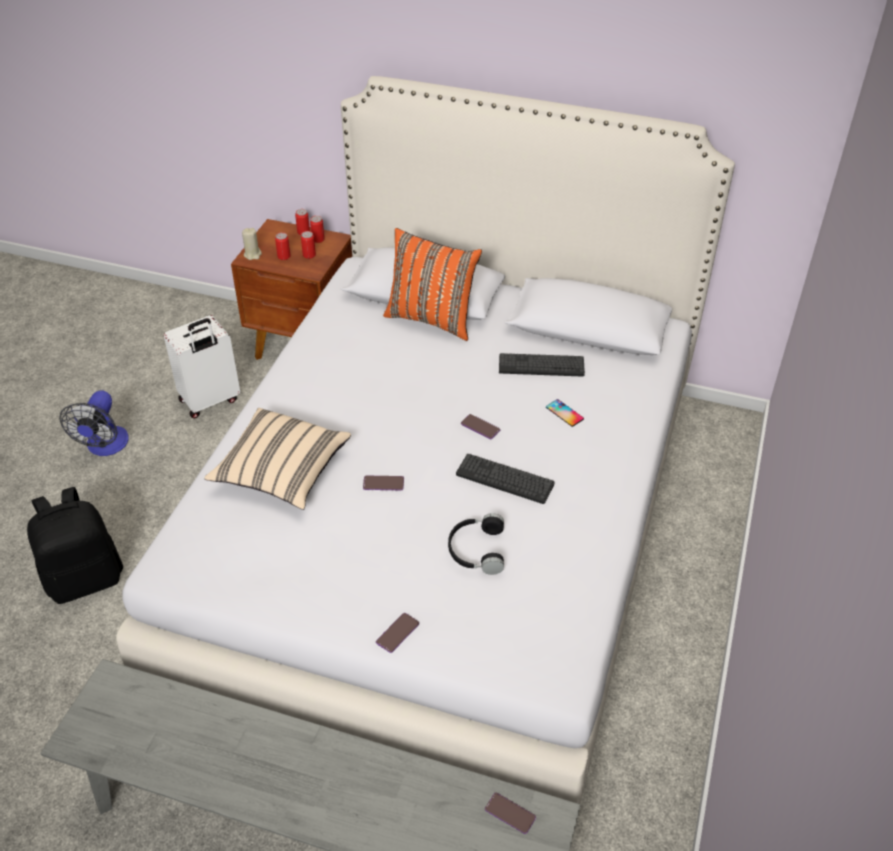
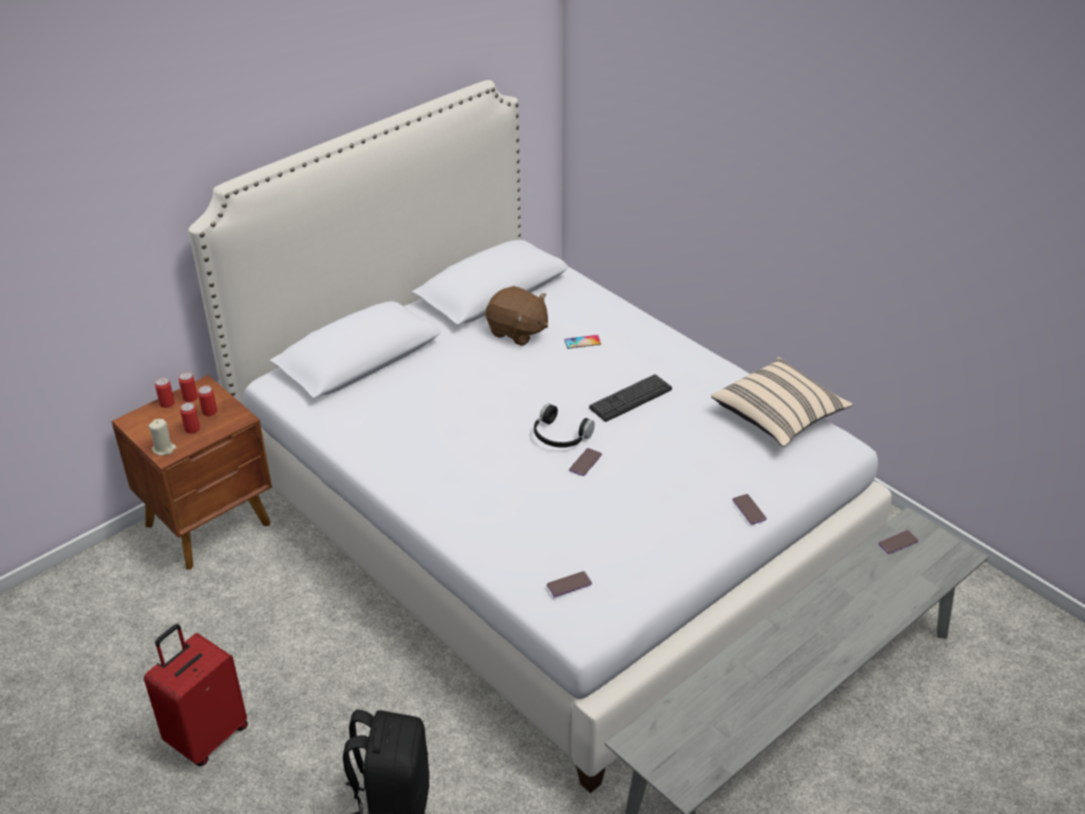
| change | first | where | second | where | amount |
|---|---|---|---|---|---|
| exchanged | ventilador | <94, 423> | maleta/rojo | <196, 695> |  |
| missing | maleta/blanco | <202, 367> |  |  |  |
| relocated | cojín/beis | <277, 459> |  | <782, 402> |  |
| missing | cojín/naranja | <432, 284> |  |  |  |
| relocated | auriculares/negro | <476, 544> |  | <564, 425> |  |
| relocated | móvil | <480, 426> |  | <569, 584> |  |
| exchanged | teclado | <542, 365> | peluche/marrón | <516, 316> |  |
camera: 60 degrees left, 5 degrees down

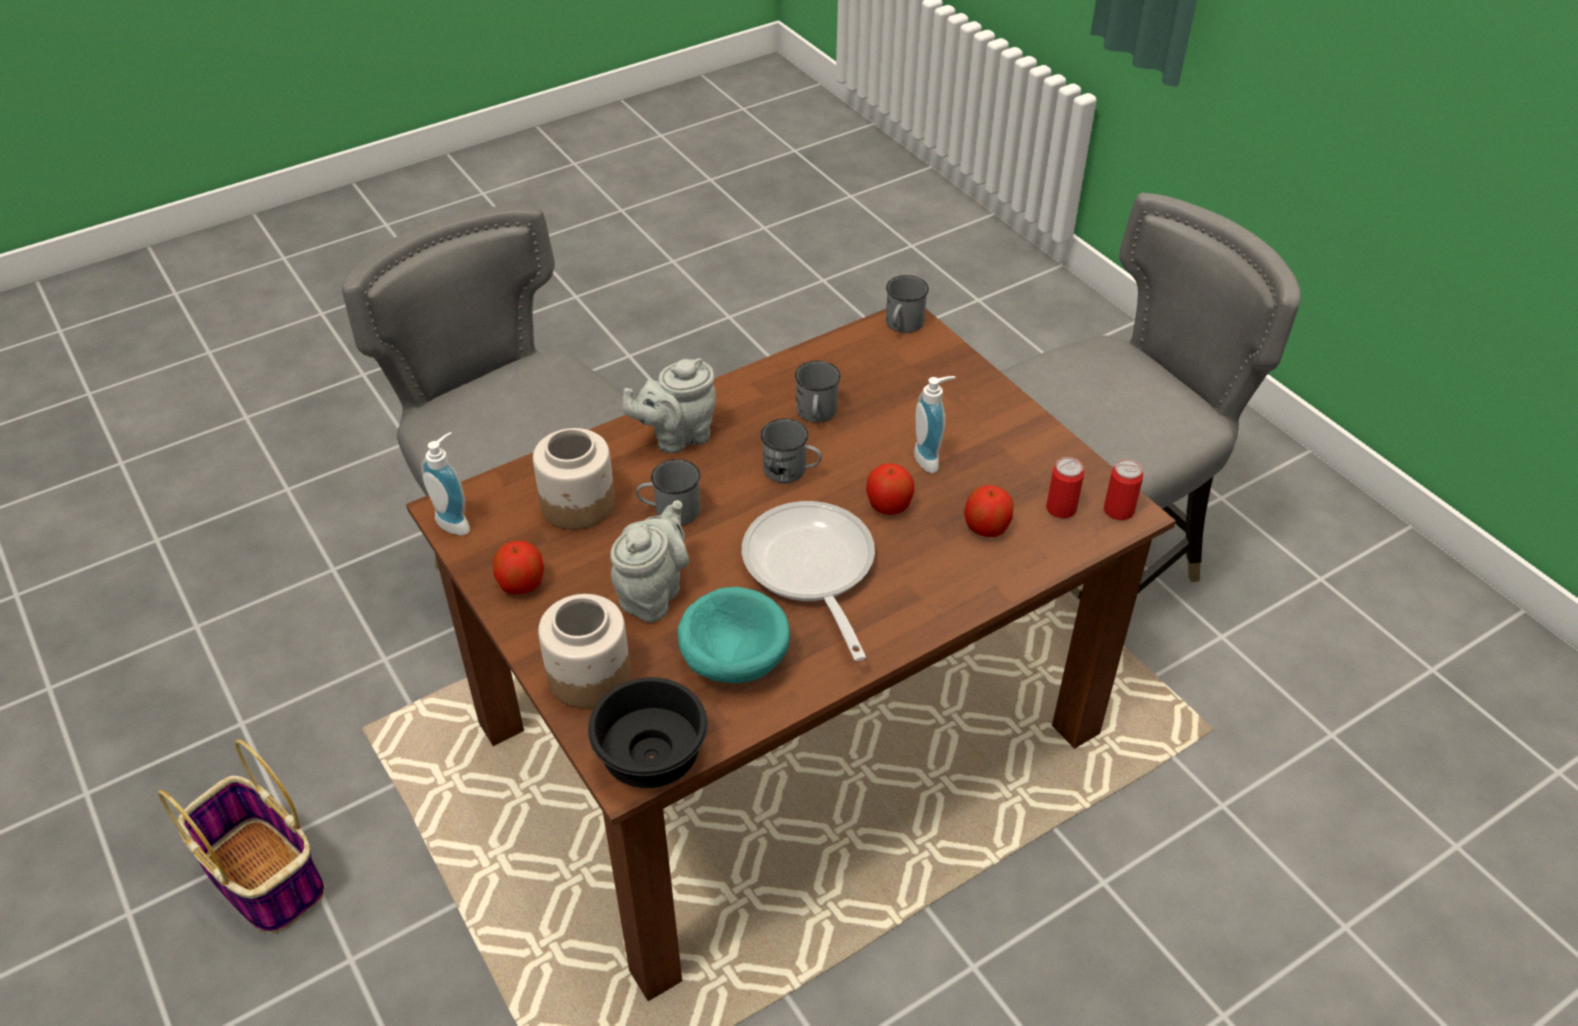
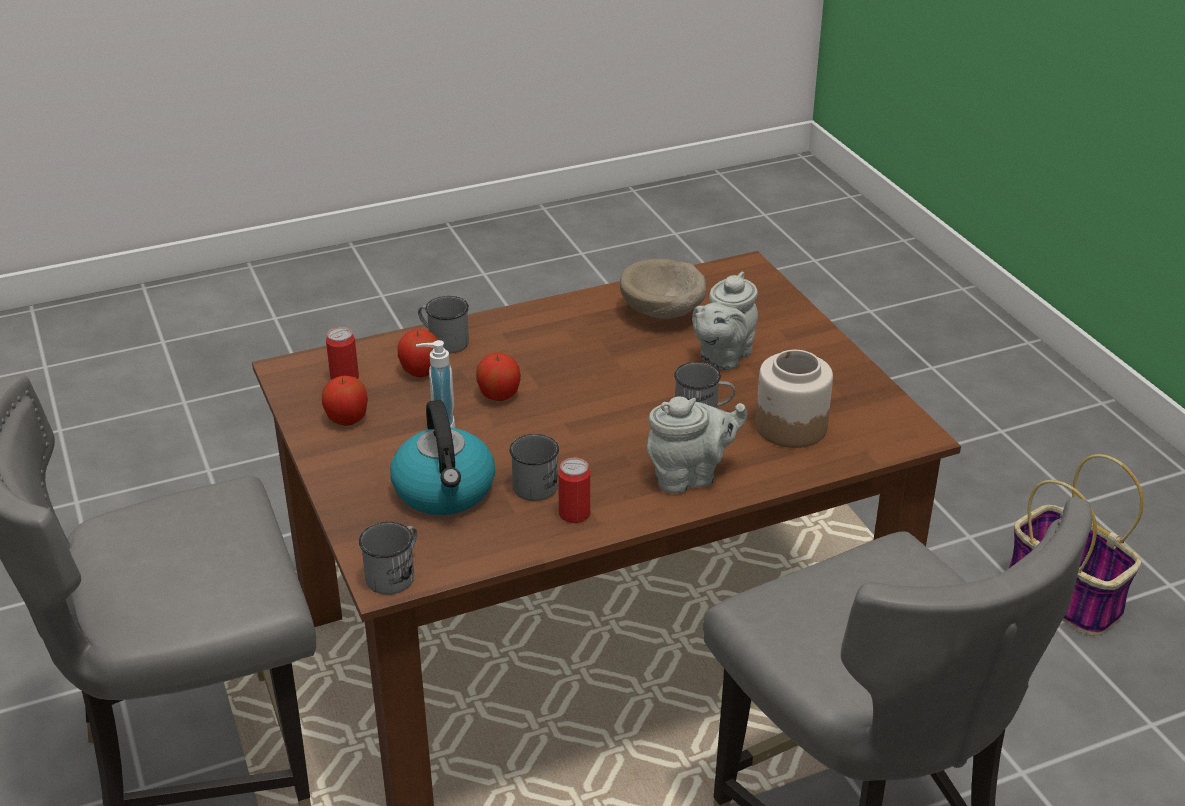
| change | first | where | second | where | amount |
|---|---|---|---|---|---|
| missing | dispensador de jabón | <445, 483> |  |  |  |
| relocated | manzana | <518, 567> |  | <345, 401> |  |
| missing | tarro | <584, 651> |  |  |  |
| missing | cuenco/negro | <648, 732> |  |  |  |
| colour | cuenco/turquesa | <733, 635> | cuenco/beis | <663, 289> |  |
| missing | sartén | <808, 581> |  |  |  |
| relocated | taza grande/gris | <791, 450> |  | <443, 325> |  |
| relocated | lata | <1123, 489> |  | <574, 490> |  |
| appeared |  |  | hervidor | <442, 457> |  |
camera: 170 degrees left, 10 degrees down

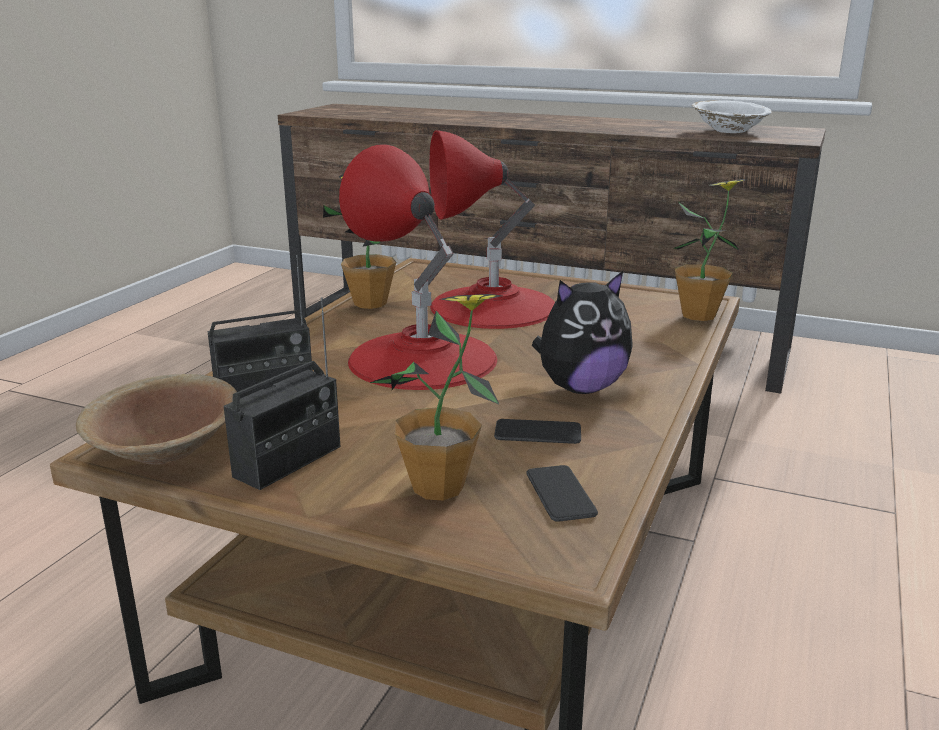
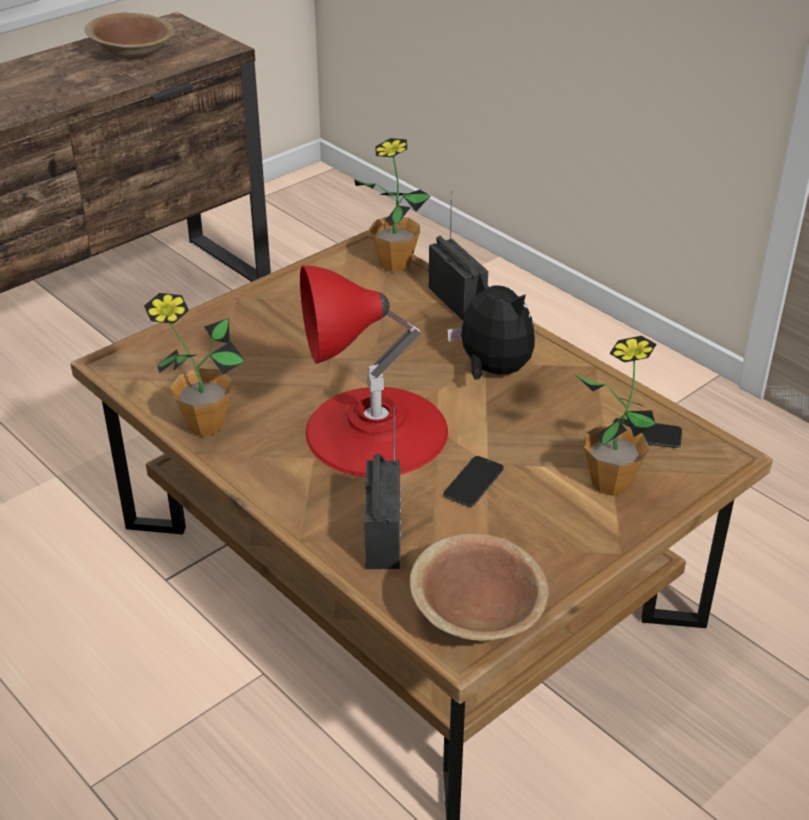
| change | first | where | second | where | amount |
|---|---|---|---|---|---|
| relocated | radio | <282, 393> |  | <458, 256> |  |
| missing | lámpara de mesa/rojo | <492, 229> |  |  |  |
| relocated | móvil | <537, 431> |  | <473, 481> |  |
| spun | peluche | <582, 332> |  | <491, 325> | 45 degrees counterclockwise |
| colour | cuenco/blanco | <732, 116> | cuenco/marrón | <129, 36> |  |
camera: 65 degrees left, 15 degrees up

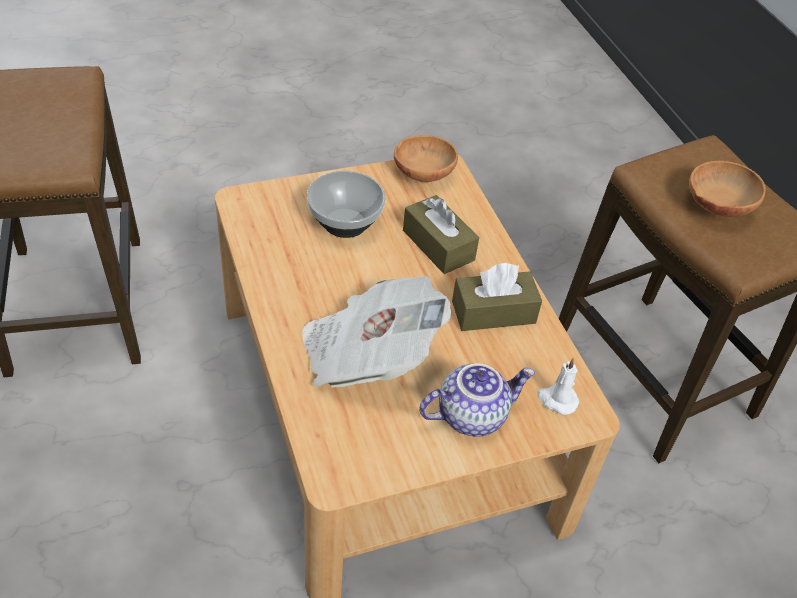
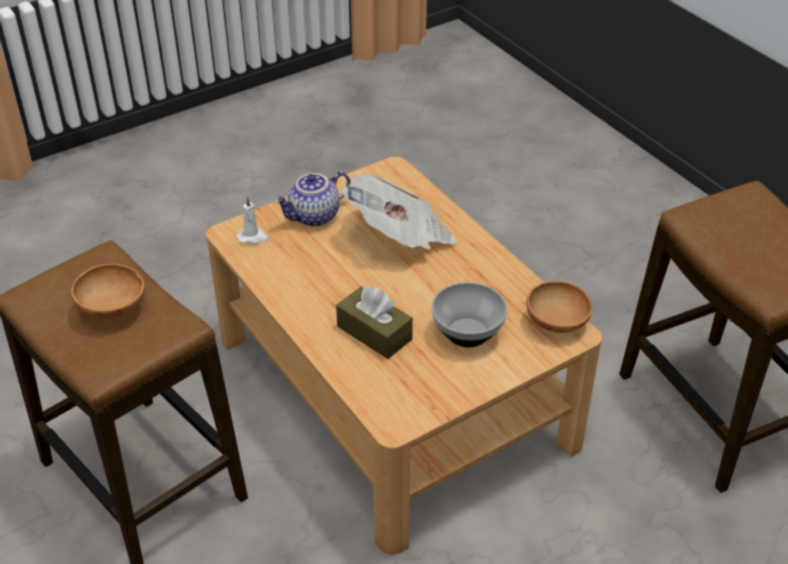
| change | first | where | second | where | amount |
|---|---|---|---|---|---|
| relocated | cuenco/marrón | <426, 159> |  | <559, 307> |  |
| missing | caja de pañuelos/marrón | <497, 297> |  |  |  |
camera: 170 degrees right, 5 degrees down

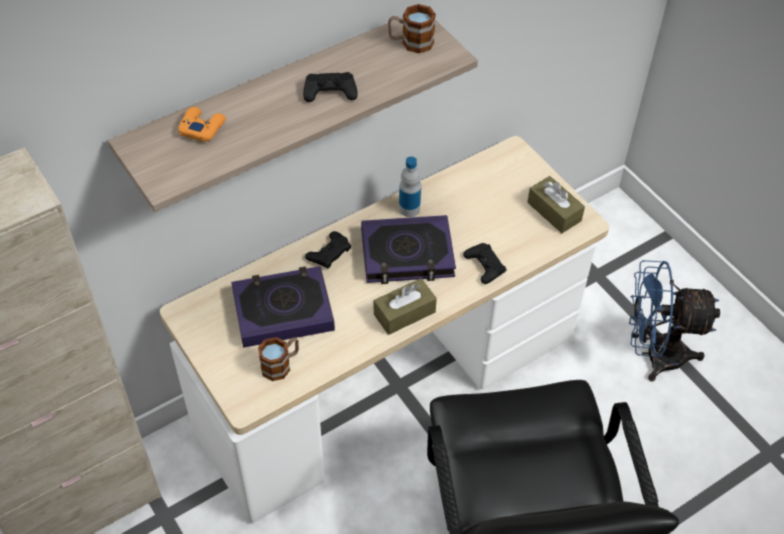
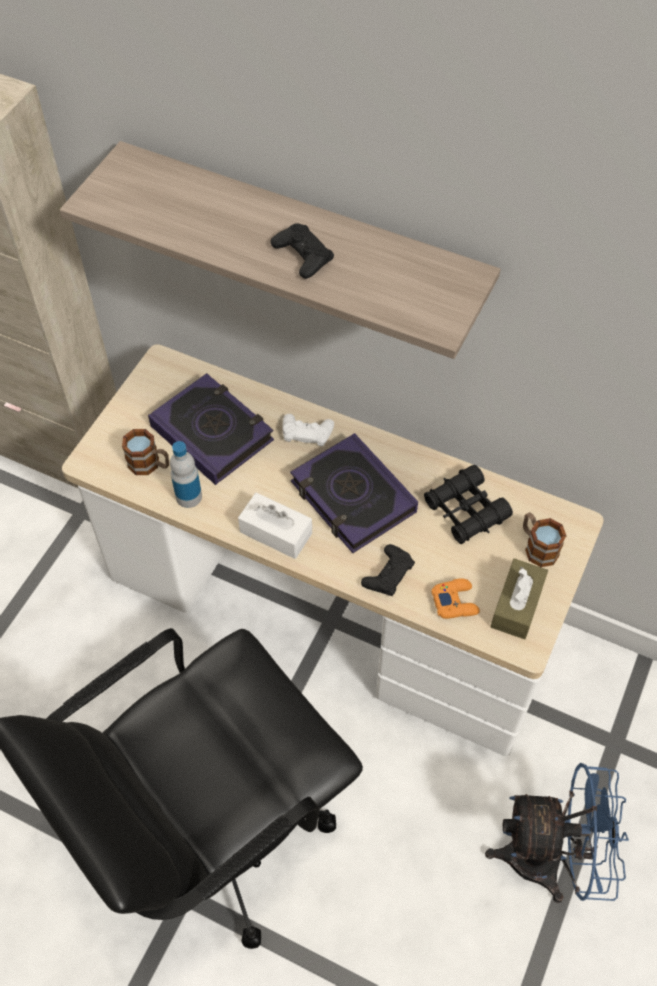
| change | first | where | second | where | amount |
|---|---|---|---|---|---|
| relocated | mando de consola/naranja | <202, 124> |  | <455, 599> |  |
| colour | mando de consola/negro | <328, 250> | mando de consola/blanco | <308, 430> |  |
| colour | caja de pañuelos/marrón | <405, 306> | caja de pañuelos/blanco | <275, 526> |  |
| relocated | taza grande | <412, 28> |  | <544, 539> |  |
| relocated | botella | <410, 186> |  | <186, 474> |  |
| spun | ventilador/azul | <674, 320> |  | <557, 833> | 120 degrees clockwise |
| appeared |  |  | prismáticos/negro | <468, 504> |  |
camera: 60 degrees right, 5 degrees up

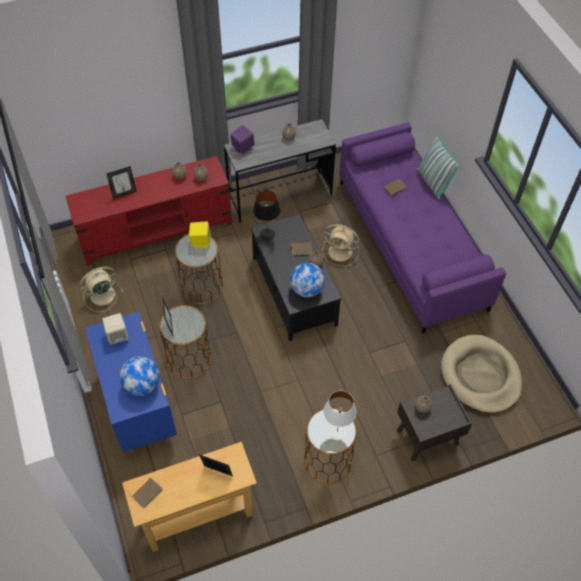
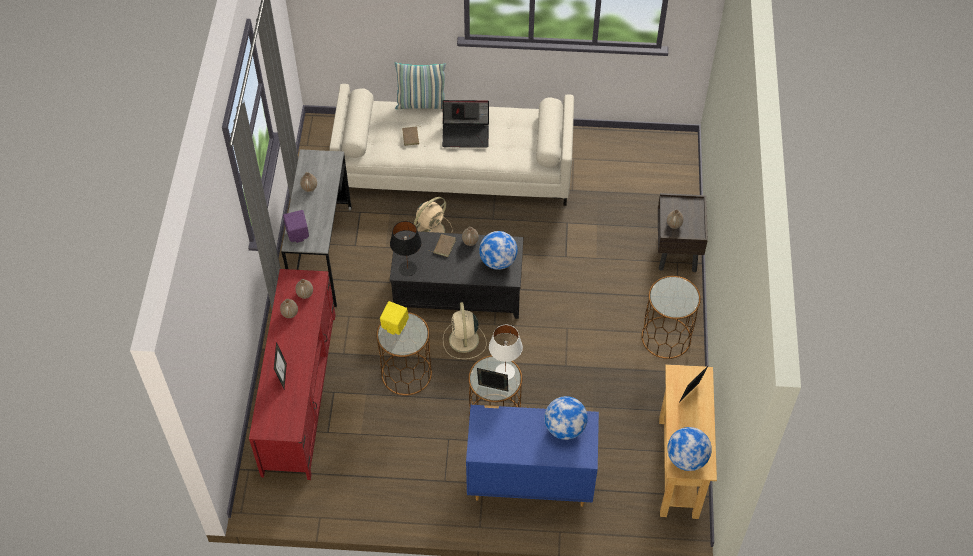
| change | first | where | second | where | amount |
|---|---|---|---|---|---|
| relocated | ventilador/beis | <101, 289> |  | <465, 330> |  |
| missing | altavoz/beis | <115, 328> |  |  |  |
| exchanged | libro/marrón | <145, 493> | globo terráqueo | <689, 449> |  |
| relocated | lámpara de mesa/blanco | <340, 415> |  | <506, 352> |  |
| colour | sofá/morado | <422, 228> | sofá/beis | <451, 145> |  |
| missing | cama para perro/beis | <481, 374> |  |  |  |
| appeared |  |  | portátil | <465, 124> |  |
camera: 65 degrees left, 0 degrees up

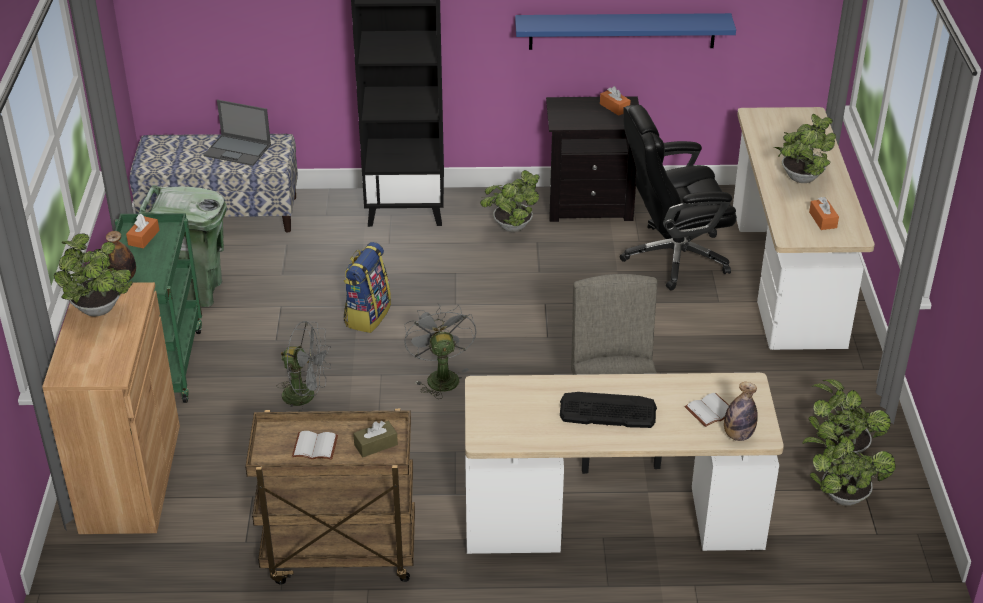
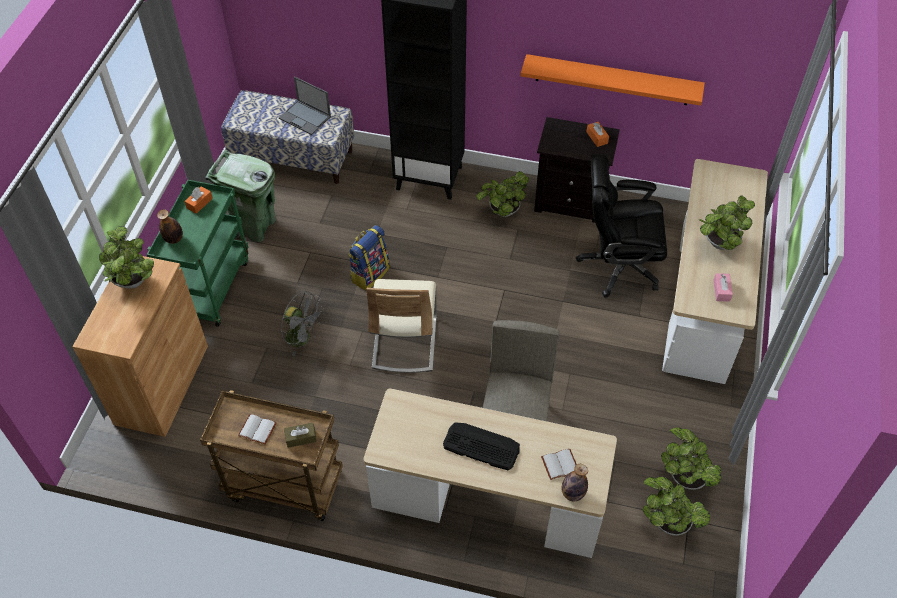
| change | first | where | second | where | amount |
|---|---|---|---|---|---|
| exchanged | ventilador/gris | <440, 351> | silla/beis | <402, 326> |  |
| colour | estante/azul | <625, 31> | estante/naranja | <612, 80> |  |
| colour | caja de pañuelos/naranja | <824, 213> | caja de pañuelos/rosa | <723, 287> |  |
camera: 15 degrees right, 15 degrees up

